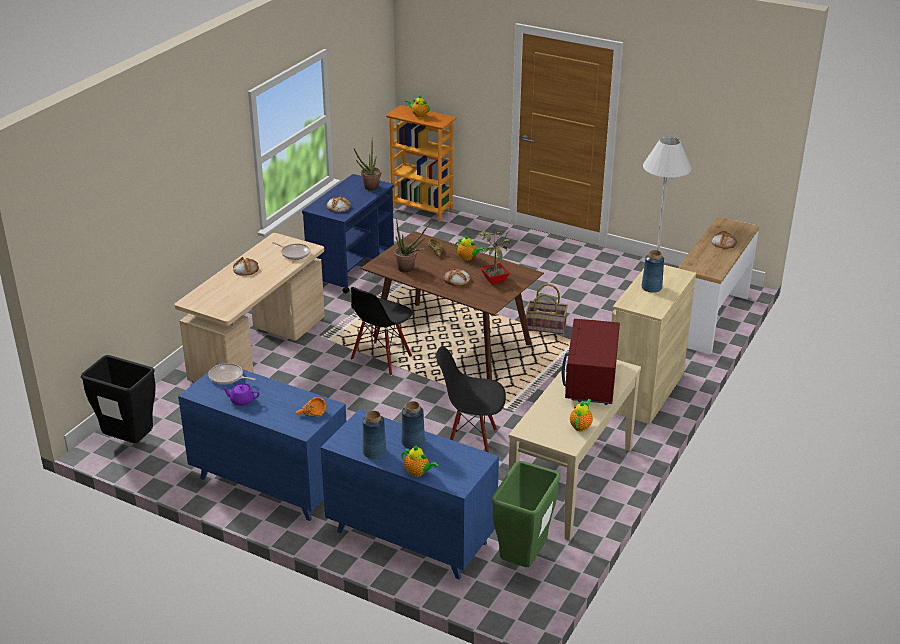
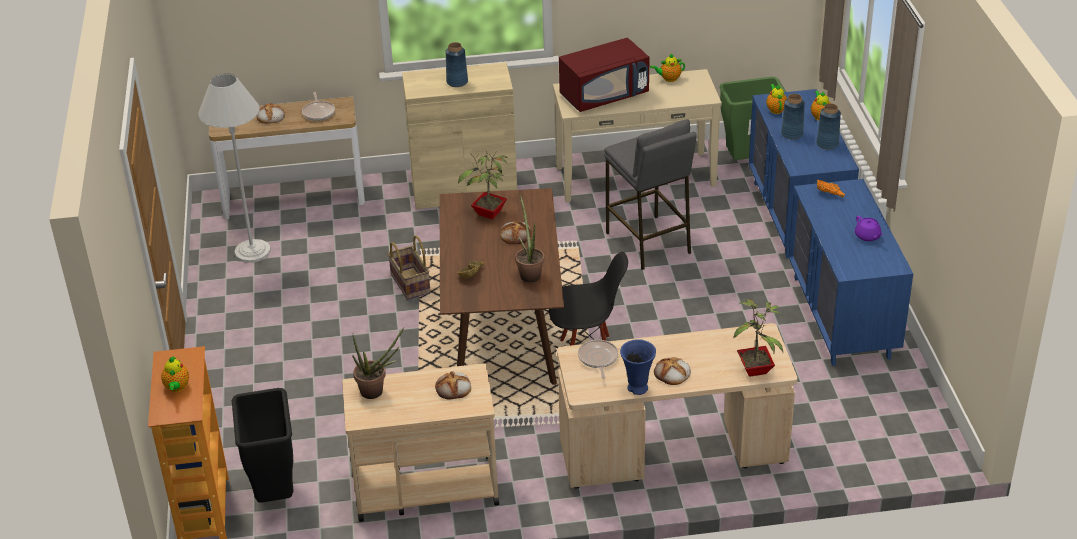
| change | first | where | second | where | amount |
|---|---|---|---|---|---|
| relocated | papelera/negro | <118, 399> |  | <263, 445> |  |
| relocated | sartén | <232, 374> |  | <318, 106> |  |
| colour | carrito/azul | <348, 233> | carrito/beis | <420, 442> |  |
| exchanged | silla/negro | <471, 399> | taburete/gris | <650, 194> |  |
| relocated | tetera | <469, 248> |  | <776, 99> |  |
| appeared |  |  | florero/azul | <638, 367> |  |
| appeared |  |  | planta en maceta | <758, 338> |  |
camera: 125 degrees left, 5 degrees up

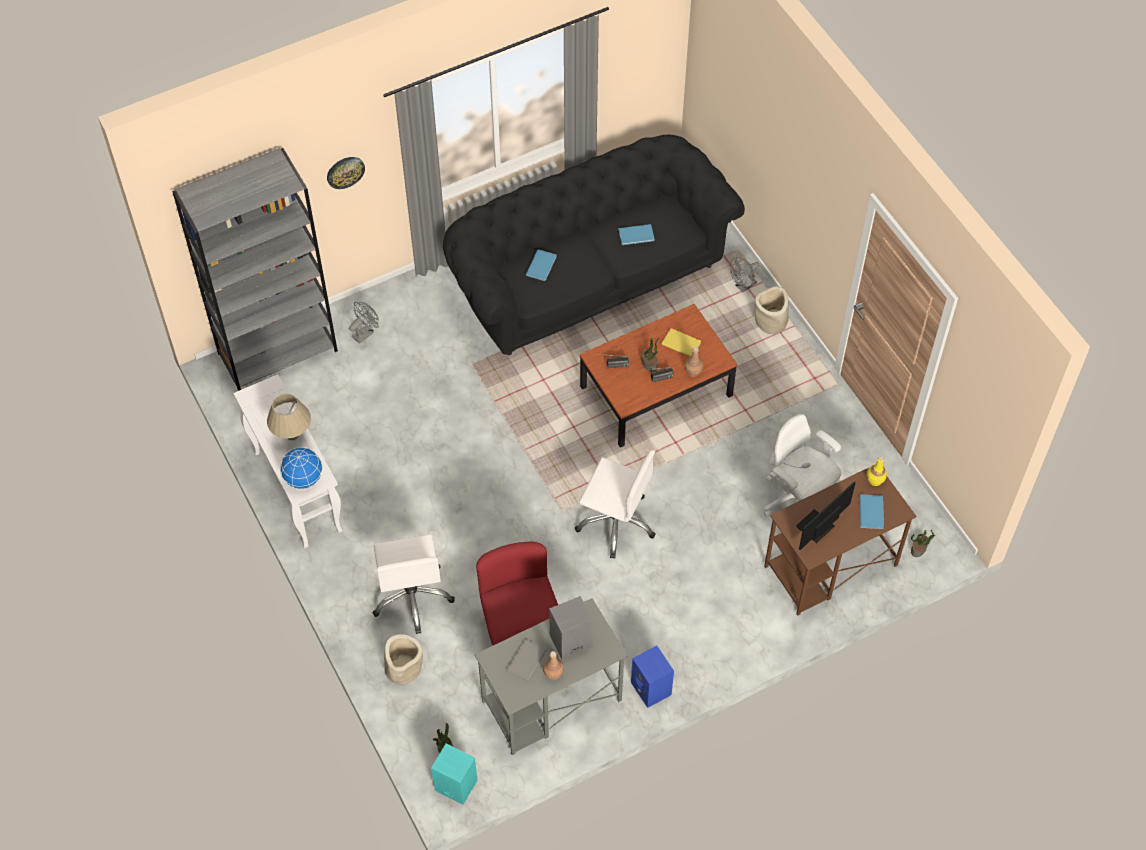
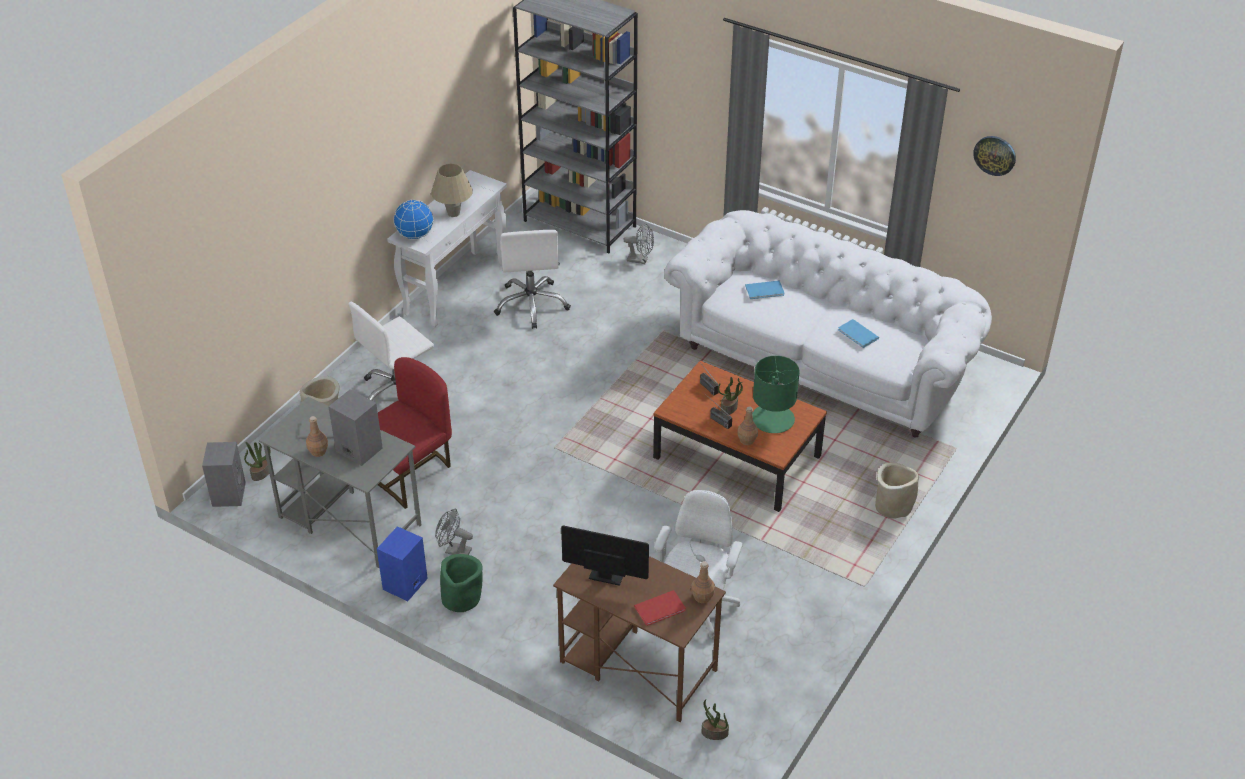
| change | first | where | second | where | amount |
|---|---|---|---|---|---|
| relocated | reloj de pared | <346, 173> |  | <994, 156> |  |
| colour | altavoz/turquesa | <454, 774> | altavoz/gris | <224, 474> |  |
| colour | sofá/negro | <594, 245> | sofá/blanco | <828, 323> |  |
| relocated | silla de oficina/blanco | <615, 504> |  | <532, 279> |  |
| exchanged | libro/amarillo | <681, 342> | lámpara de mesa/verde | <776, 394> |  |
| relocated | ventilador/gris | <744, 274> |  | <454, 531> |  |
| colour | libro/azul | <872, 511> | libro/rojo | <660, 608> |  |
| colour | botella/amarillo | <877, 471> | botella/marrón | <703, 582> |  |
| appeared |  |  | maceta/verde | <461, 583> |  |
camera: 60 degrees right, 15 degrees down

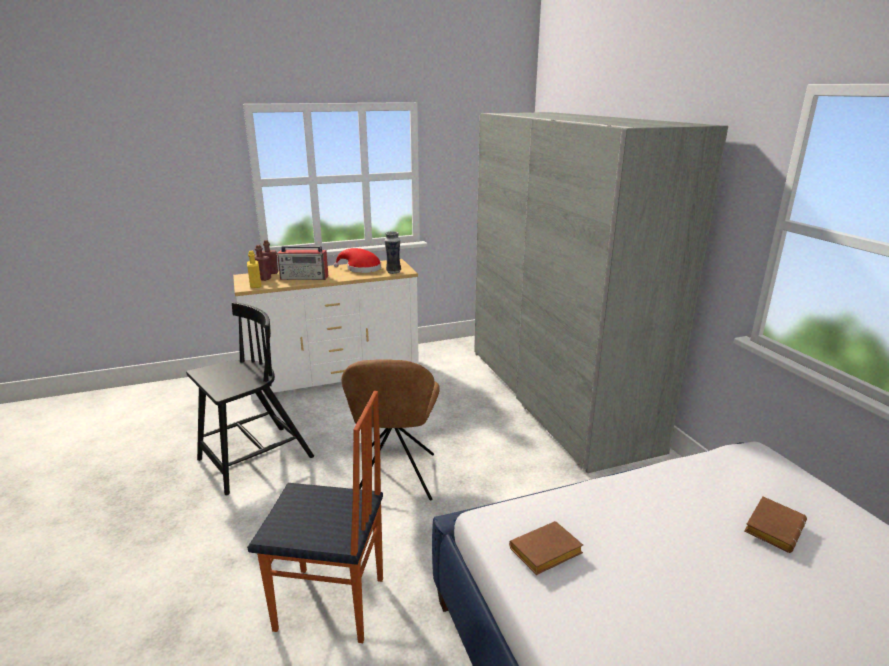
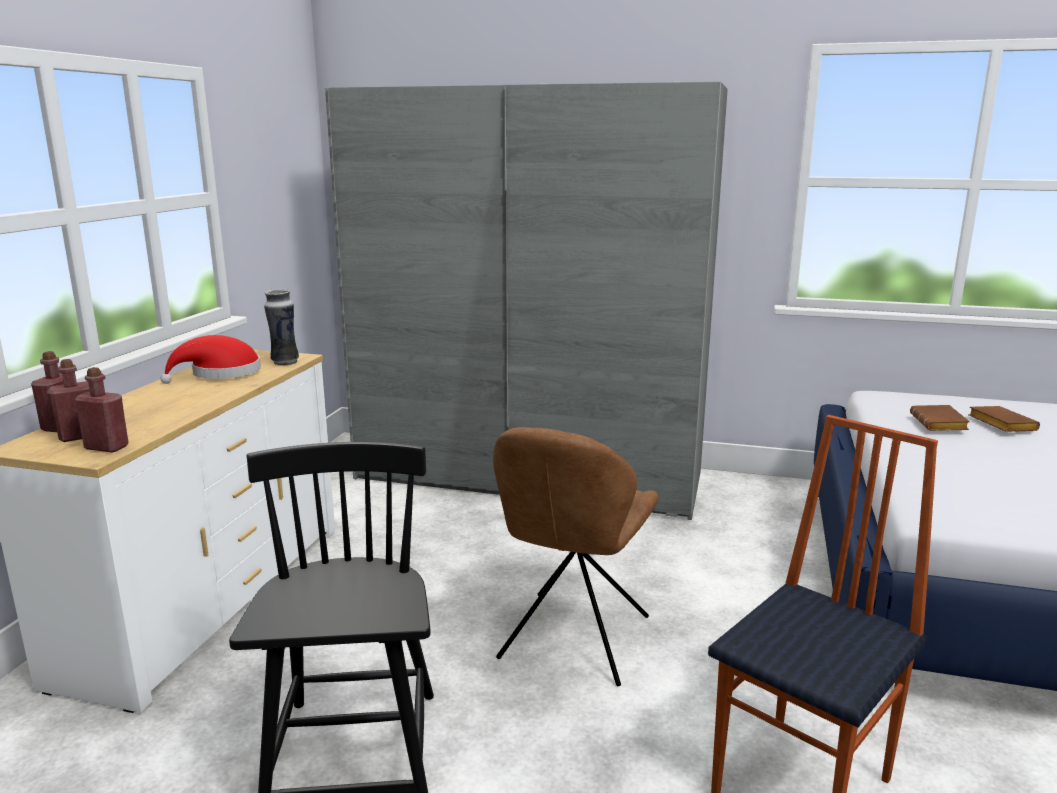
| change | first | where | second | where | amount |
|---|---|---|---|---|---|
| colour | botella/amarillo | <254, 269> | botella/rojo | <102, 410> |  |
| missing | radio | <302, 263> |  |  |  |
| spun | silla/marrón | <390, 430> |  | <576, 556> | 75 degrees clockwise |
| relocated | libro/marrón | <546, 548> |  | <940, 418> |  |
camera: 55 degrees left, 5 degrees down

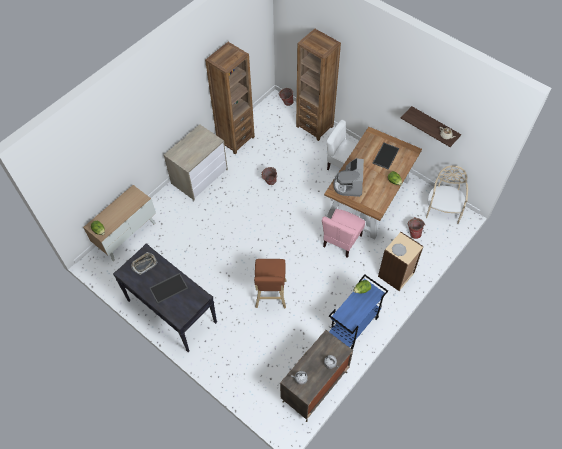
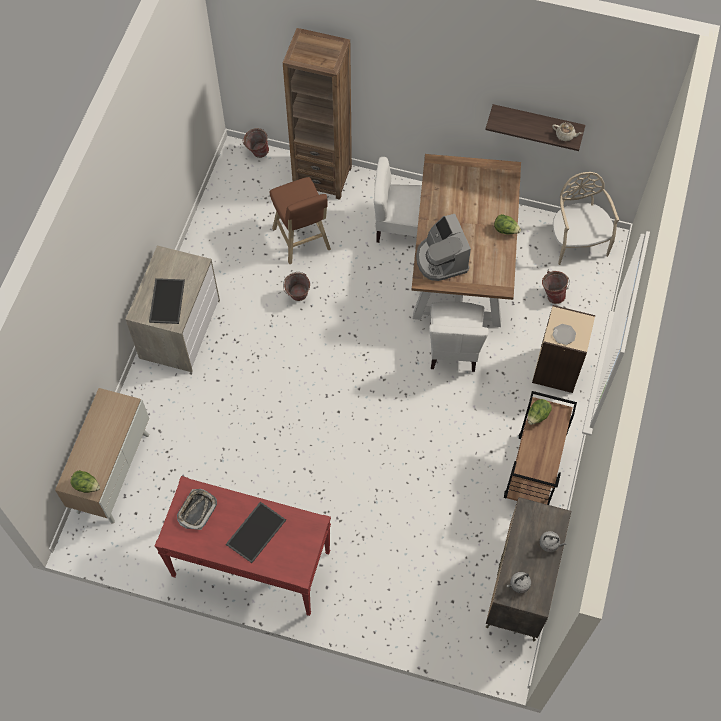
| change | first | where | second | where | amount |
|---|---|---|---|---|---|
| colour | mesa consola/negro | <165, 297> | mesa consola/rojo | <243, 546> |  |
| missing | estantería/marrón | <230, 98> |  |  |  |
| relocated | taburete/marrón | <270, 283> |  | <300, 220> |  |
| colour | silla/rosa | <343, 233> | silla/blanco | <459, 336> |  |
| colour | carrito/azul | <358, 312> | carrito/marrón | <540, 448> |  |
| relocated | bandeja | <385, 156> |  | <167, 301> |  |
camera: 25 degrees left, 5 degrees up

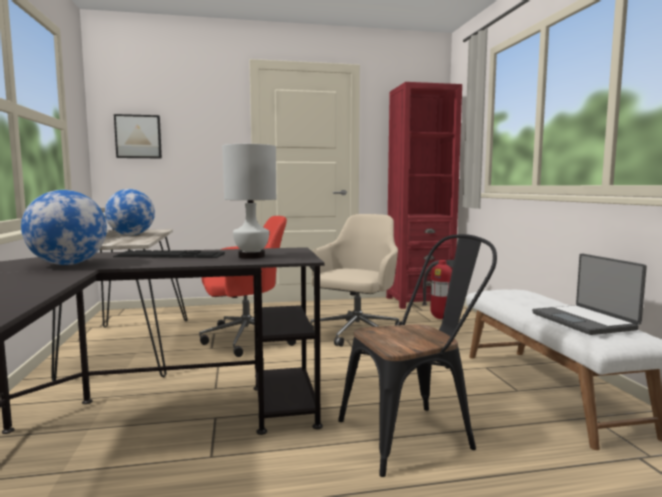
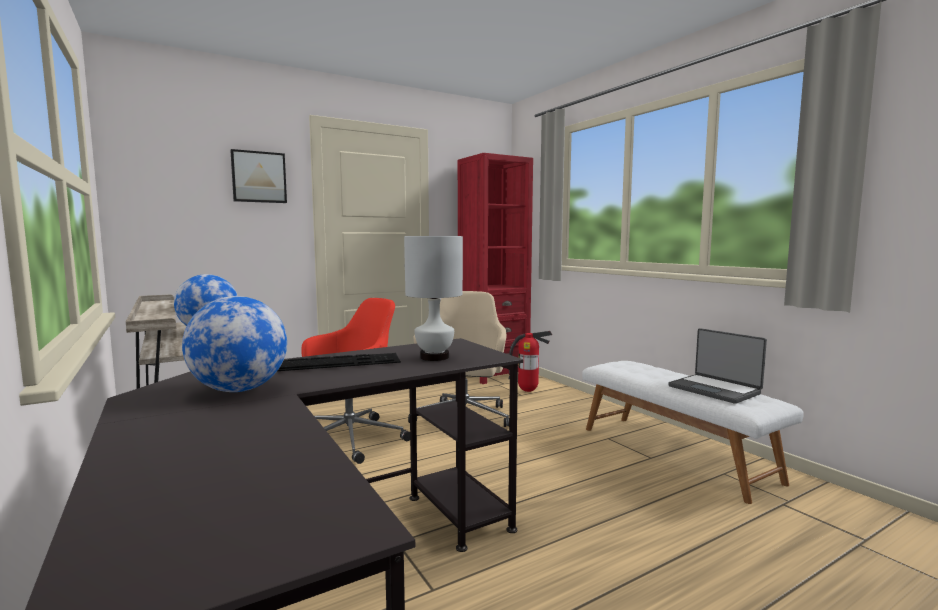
| change | first | where | second | where | amount |
|---|---|---|---|---|---|
| relocated | cuadro | <138, 136> |  | <258, 176> |  |
| missing | silla/negro | <417, 355> |  |  |  |
camera: 20 degrees left, 0 degrees up

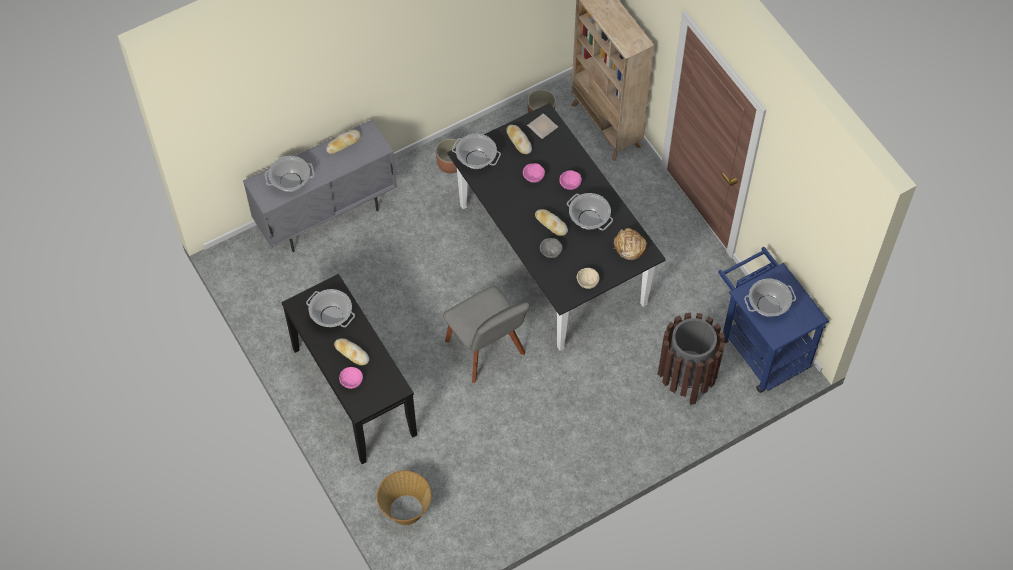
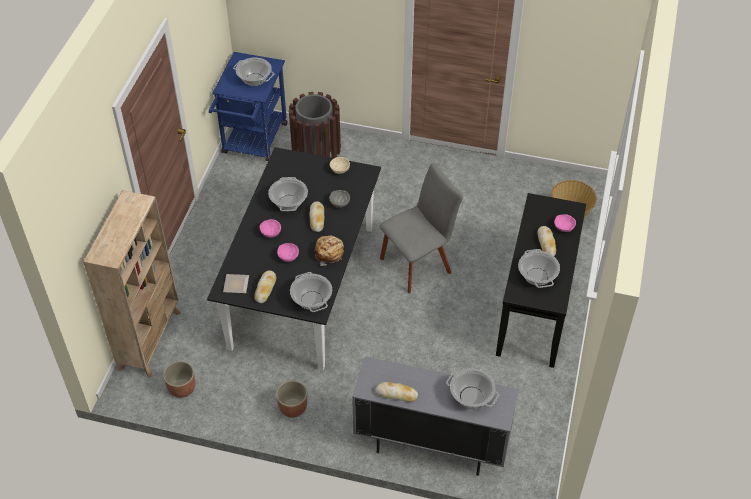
| change | first | where | second | where | amount |
|---|---|---|---|---|---|
| spun | silla/gris | <486, 334> |  | <421, 228> | 45 degrees clockwise |
| relocated | pan | <630, 244> |  | <329, 250> |  |
camera: 135 degrees left, 10 degrees down

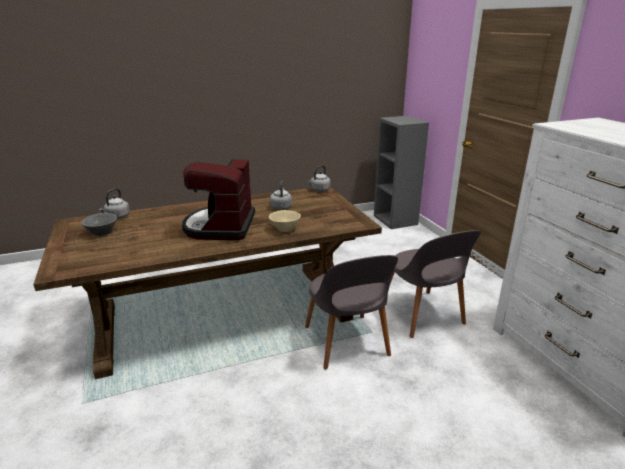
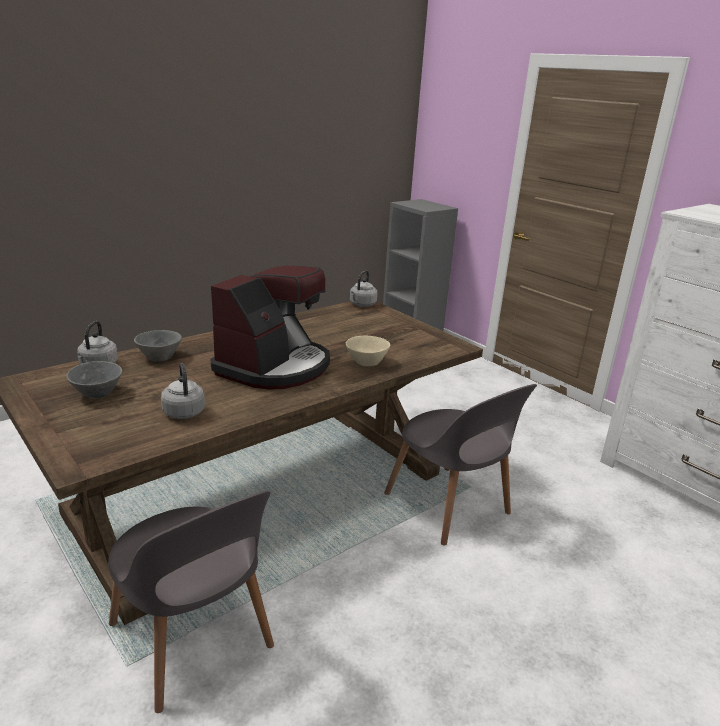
| change | first | where | second | where | amount |
|---|---|---|---|---|---|
| spun | cafetera | <218, 199> |  | <270, 327> | 135 degrees counterclockwise |
| relocated | hervidor/gris | <281, 195> |  | <183, 391> |  |
| relocated | silla/gris | <435, 284> |  | <191, 601> |  |
| appeared |  |  | cuenco/gris | <158, 346> |  |
camera: 20 degrees left, 0 degrees up

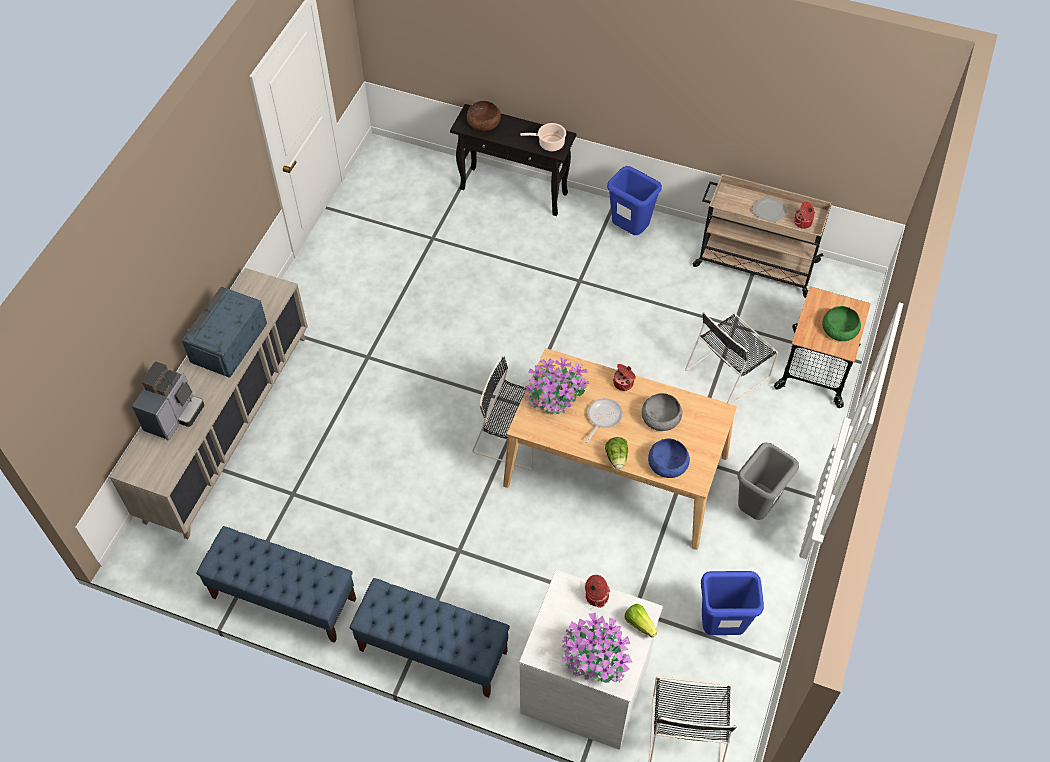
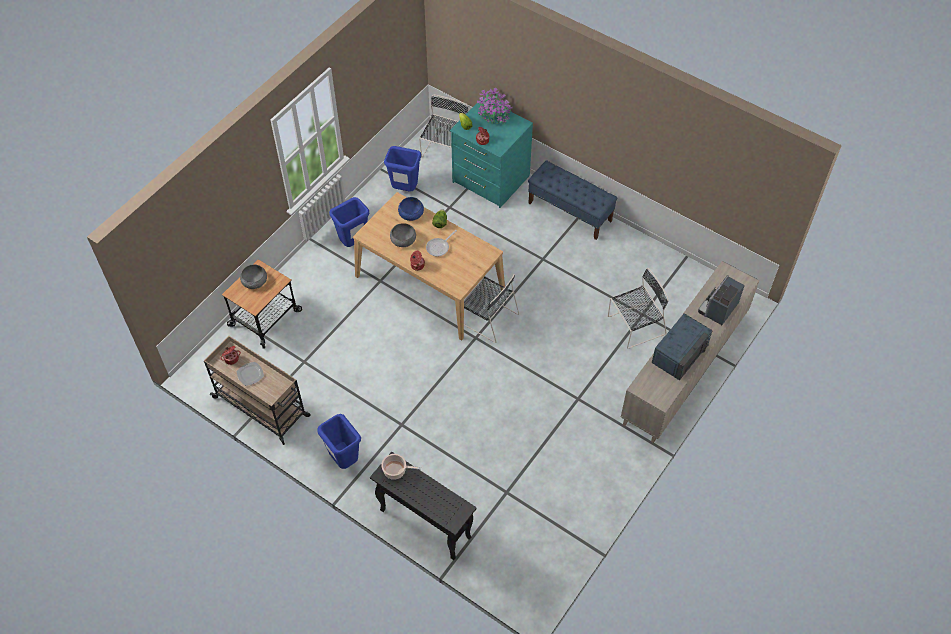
| change | first | where | second | where | amount |
|---|---|---|---|---|---|
| missing | banco/azul | <276, 584> |  |  |  |
| missing | cuenco/marrón | <484, 116> |  |  |  |
| colour | cómoda/blanco | <591, 660> | cómoda/turquesa | <491, 153> |  |
| missing | planta en maceta | <557, 386> |  |  |  |
| relocated | silla/negro | <731, 358> |  | <638, 308> |  |
| colour | papelera/gris | <768, 481> | papelera/azul | <349, 222> |  |
| colour | cuenco/verde | <841, 323> | cuenco/gris | <253, 276> |  |
camera: 165 degrees left, 0 degrees up

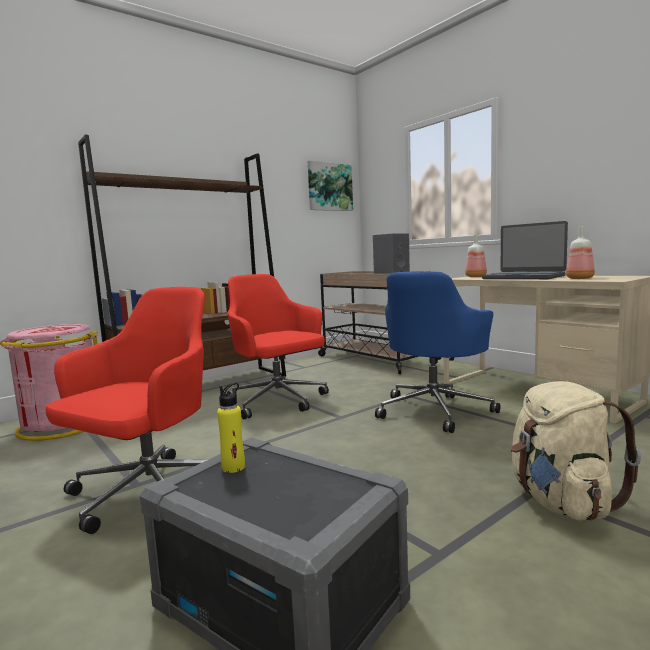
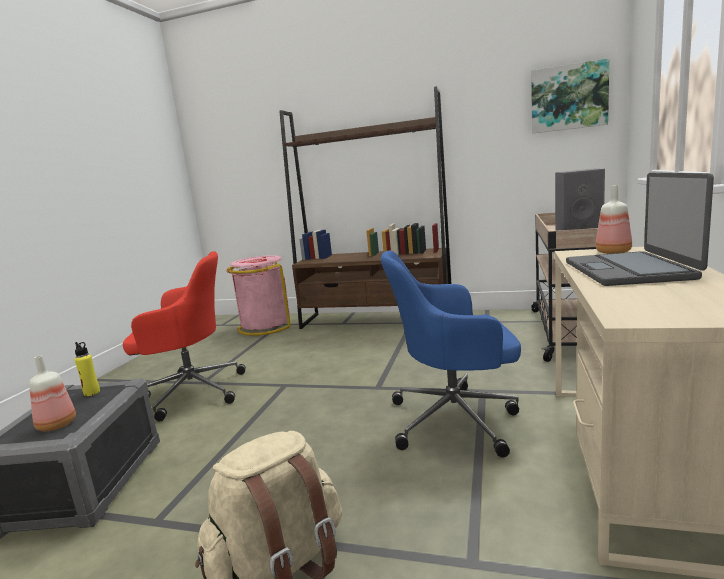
| change | first | where | second | where | amount |
|---|---|---|---|---|---|
| missing | silla de oficina/rojo | <278, 346> |  |  |  |
| relocated | botella | <580, 252> |  | <52, 393> |  |
camera: 55 degrees right, 5 degrees up

